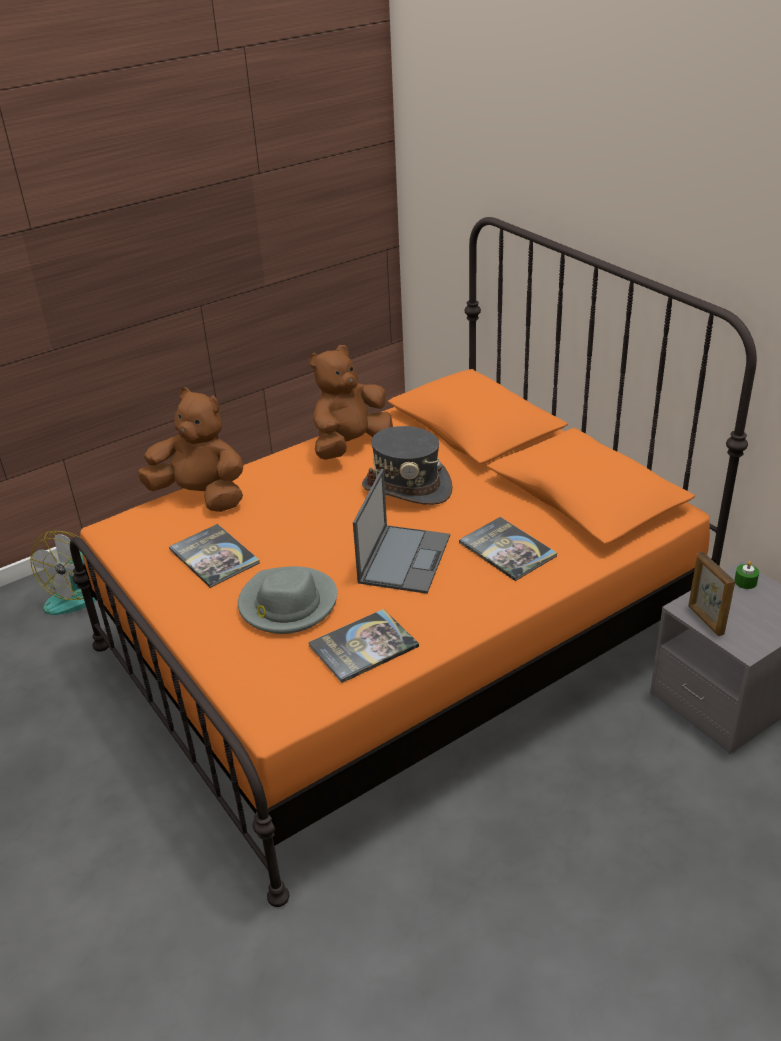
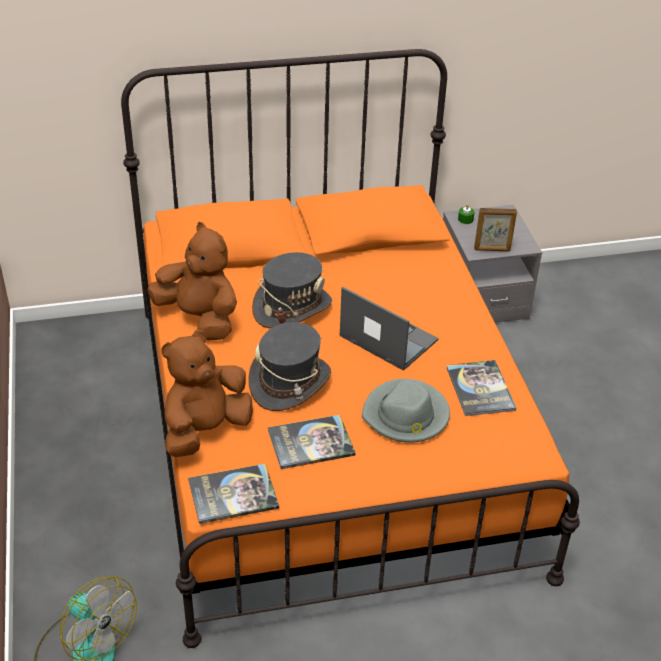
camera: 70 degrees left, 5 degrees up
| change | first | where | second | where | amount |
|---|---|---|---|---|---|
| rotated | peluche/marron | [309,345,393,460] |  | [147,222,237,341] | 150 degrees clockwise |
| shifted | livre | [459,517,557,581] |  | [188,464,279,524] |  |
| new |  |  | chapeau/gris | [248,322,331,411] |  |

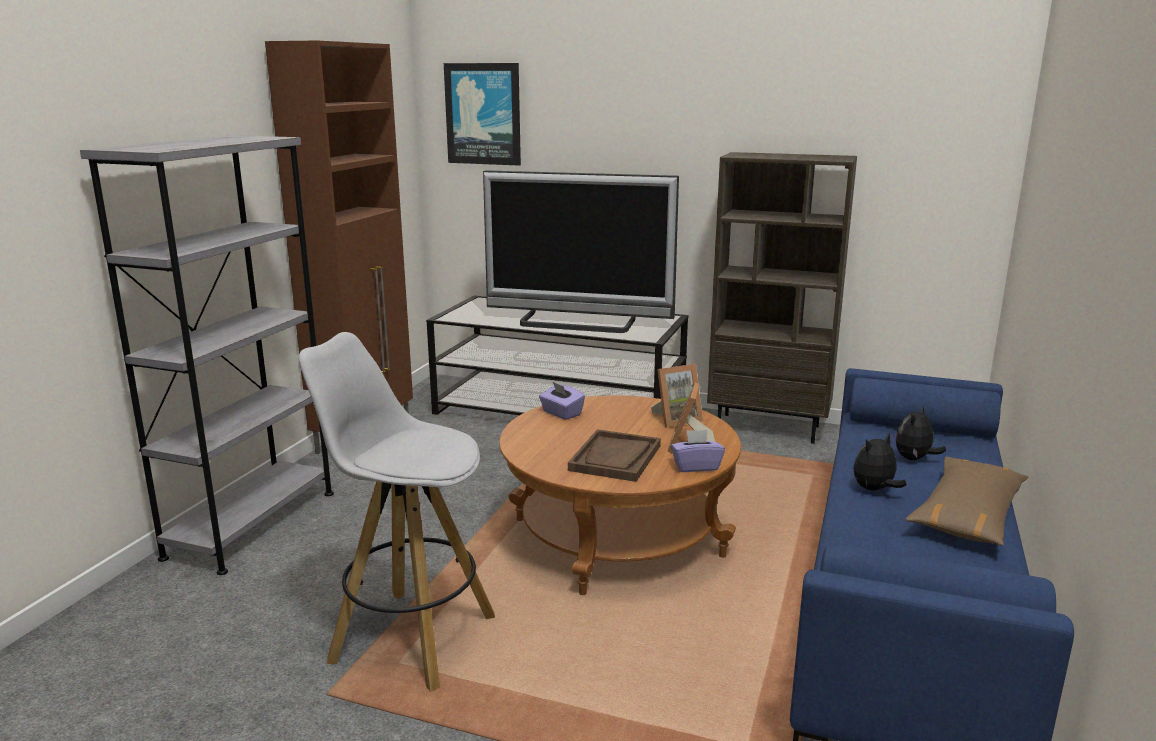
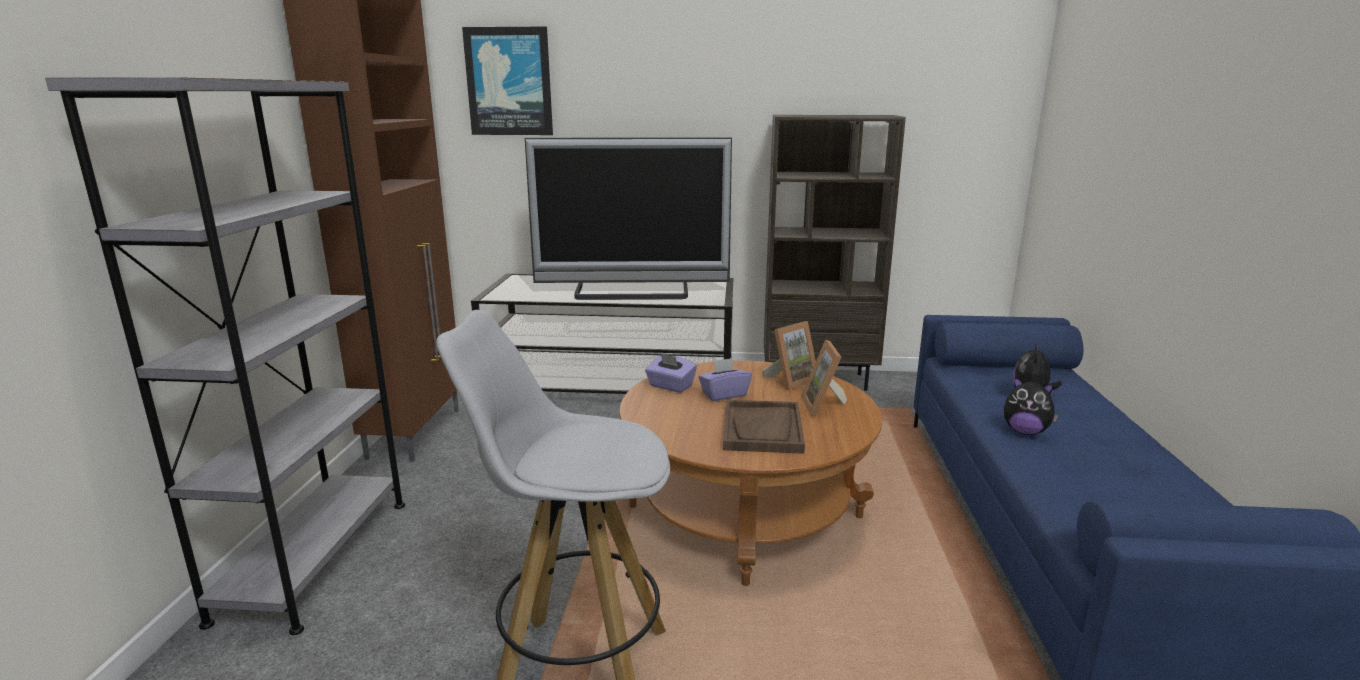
camera: 15 degrees left, 0 degrees up
| change | first | where | second | where | amount |
|---|---|---|---|---|---|
| shifted | boîte à mouchoirs/violet | [671,430,725,472] |  | [699,358,752,401] |  |
| rotated | peluche | [853,433,906,490] |  | [1004,376,1059,435] | 105 degrees counterclockwise |
| gone | coussin/marron | [906,456,1029,546] |  |  |  |

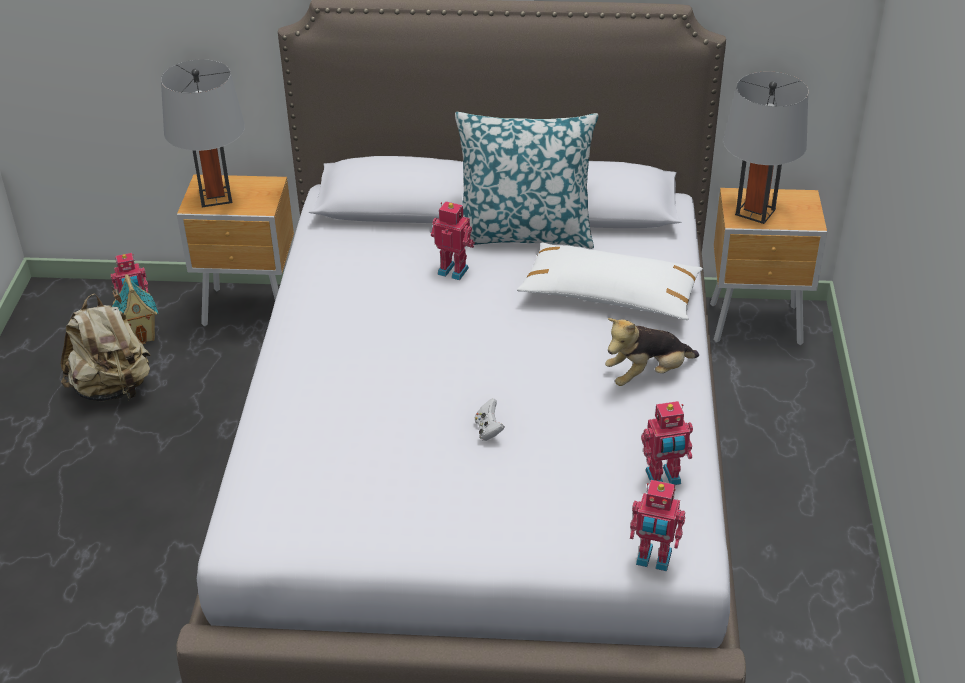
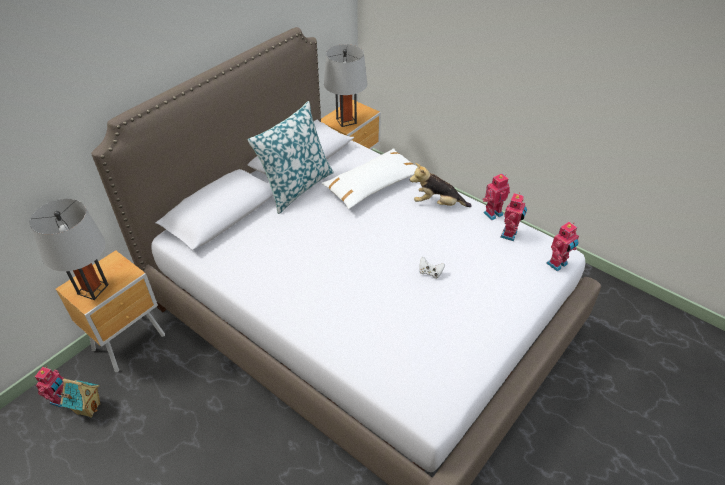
camera: 55 degrees left, 5 degrees up
| change | first | where | second | where | amount |
|---|---|---|---|---|---|
| shifted | robot jouet | [431,201,475,280] |  | [482,174,510,220] |  |
| gone | sac à dos/beige | [61,294,150,401] |  |  |  |
| rotated | peluche | [605,318,699,386] |  | [410,163,471,207] | 90 degrees clockwise |

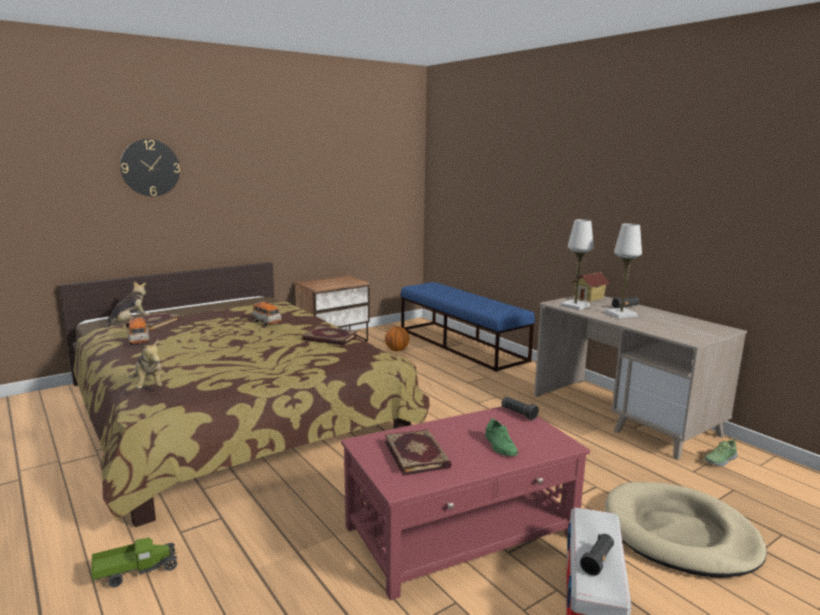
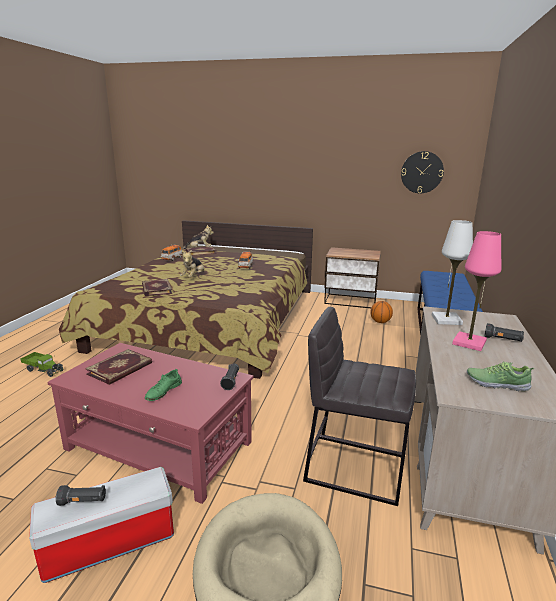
camera: 50 degrees right, 5 degrees up
| change | first | where | second | where | amount |
|---|---|---|---|---|---|
| shifted | horloge murale | [120,139,180,196] |  | [401,151,444,193] |  |
| repainted | lampe de table/blanc | [605,223,642,318] | lampe de table/rose | [452,231,501,351] |  |
| gone | maison miniature | [571,272,611,302] |  |  |  |
| shifted | livre | [302,326,358,345] |  | [142,279,172,296] |  |
| shifted | peluche | [129,340,162,389] |  | [180,250,204,278] |  |
| shifted | chaussure | [704,439,738,466] |  | [467,361,534,392] |  |
| new |  |  | tabouret/gris | [303,307,416,506] |  |

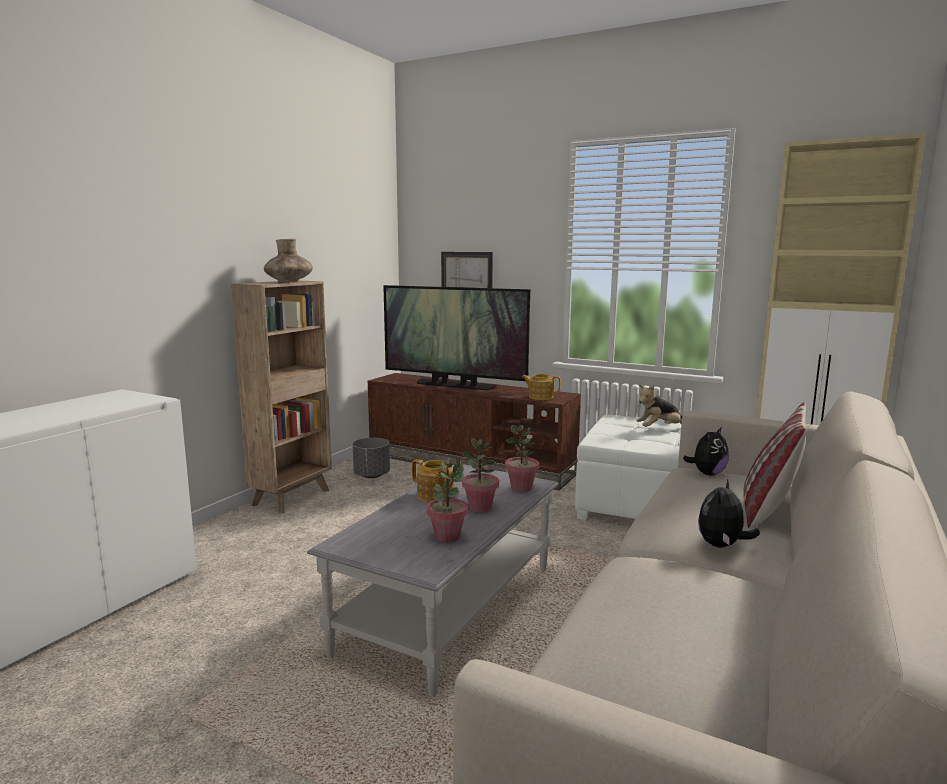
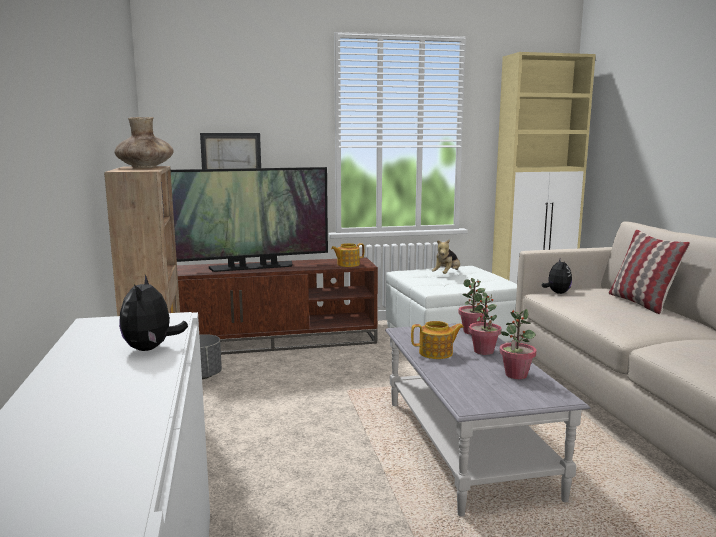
camera: 40 degrees left, 0 degrees up
| change | first | where | second | where | amount |
|---|---|---|---|---|---|
| shifted | peluche | [698,479,760,547] |  | [119,275,188,351] |  |

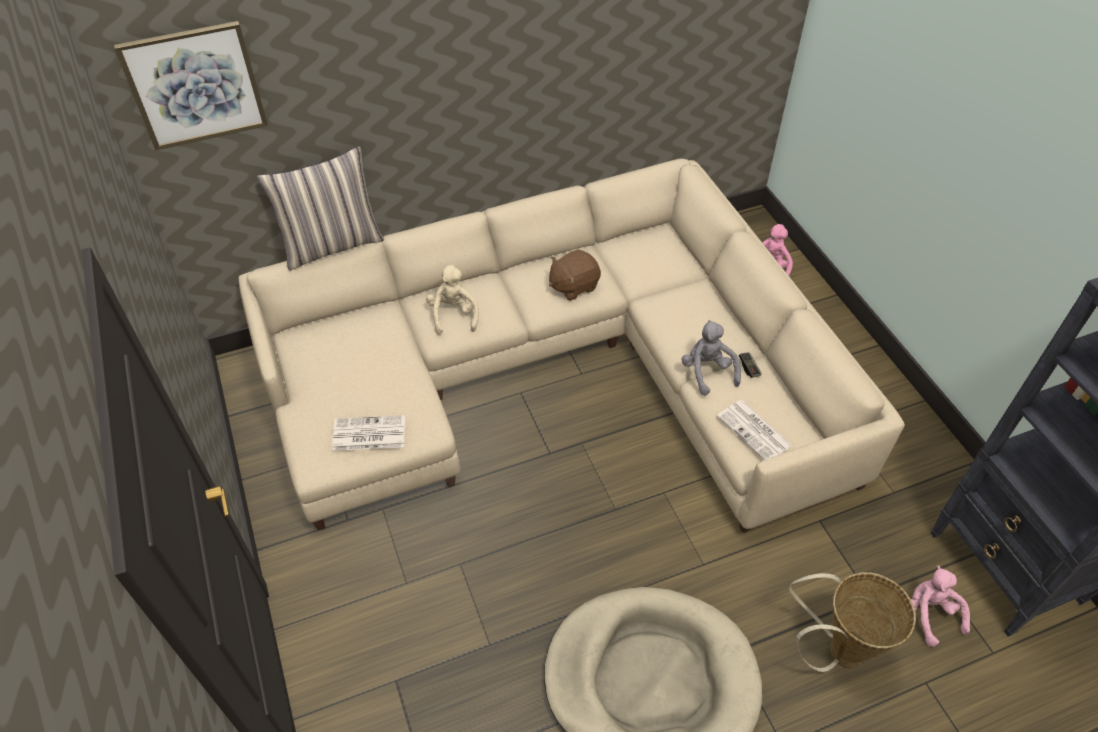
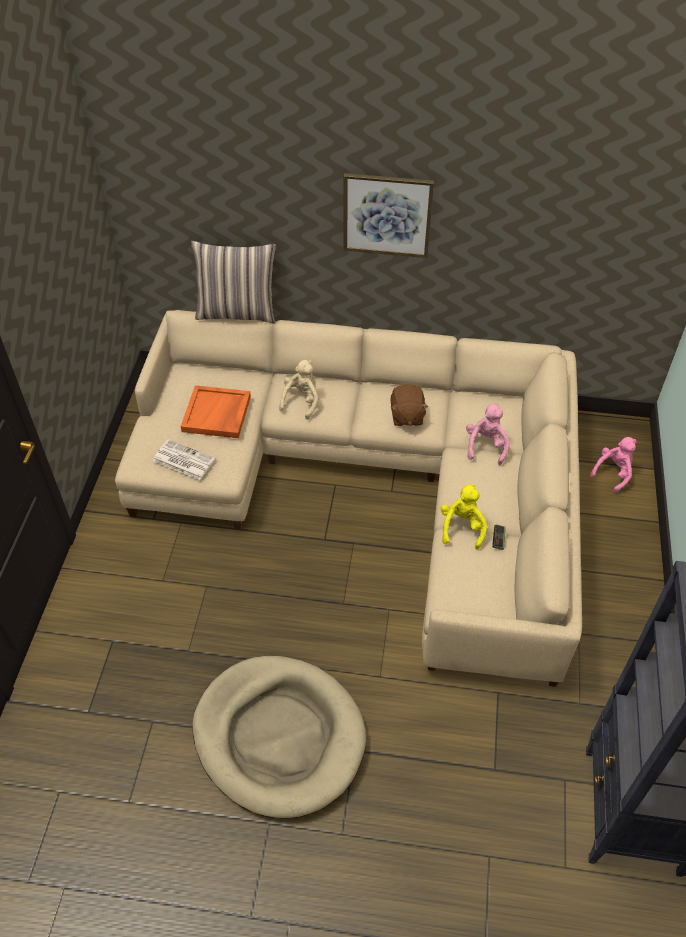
camera: 30 degrees right, 0 degrees up
| change | first | where | second | where | amount |
|---|---|---|---|---|---|
| shifted | tableau | [114,21,268,150] |  | [343,173,434,258] |  |
| rotated | peluche/marron | [549,249,601,301] |  | [391,384,429,426] | 90 degrees counterclockwise |
| repainted | peluche/gris | [681,320,741,396] | peluche/jaune | [440,484,487,550] |  |
| gone | journal | [717,400,793,460] |  |  |  |
| shifted | peluche/rose | [911,565,970,647] |  | [466,404,510,465] |  |
| gone | panier | [789,572,916,672] |  |  |  |
| new |  |  | plateau/orange | [181,385,251,438] |  |

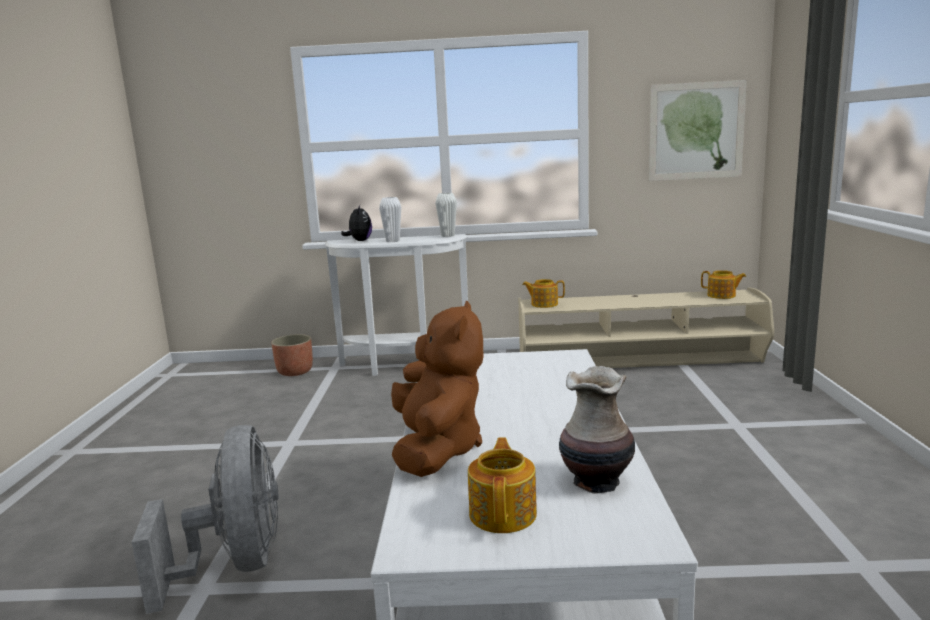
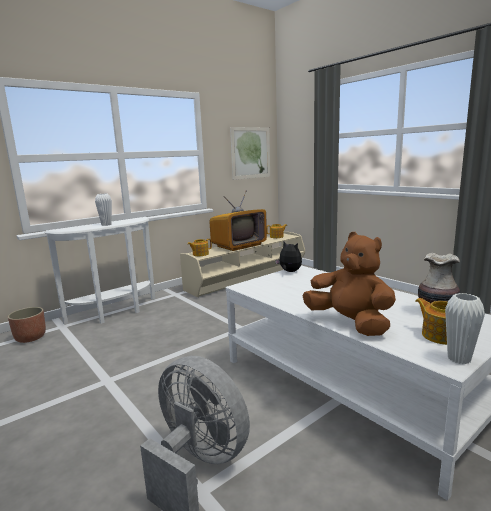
camera: 40 degrees left, 0 degrees up
| change | first | where | second | where | amount |
|---|---|---|---|---|---|
| shifted | vase/blanc | [435,193,457,237] |  | [445,293,485,364] |  |
| shifted | peluche | [341,205,372,241] |  | [275,241,302,272] |  |
| new |  |  | téléviseur | [210,190,267,251] |  |

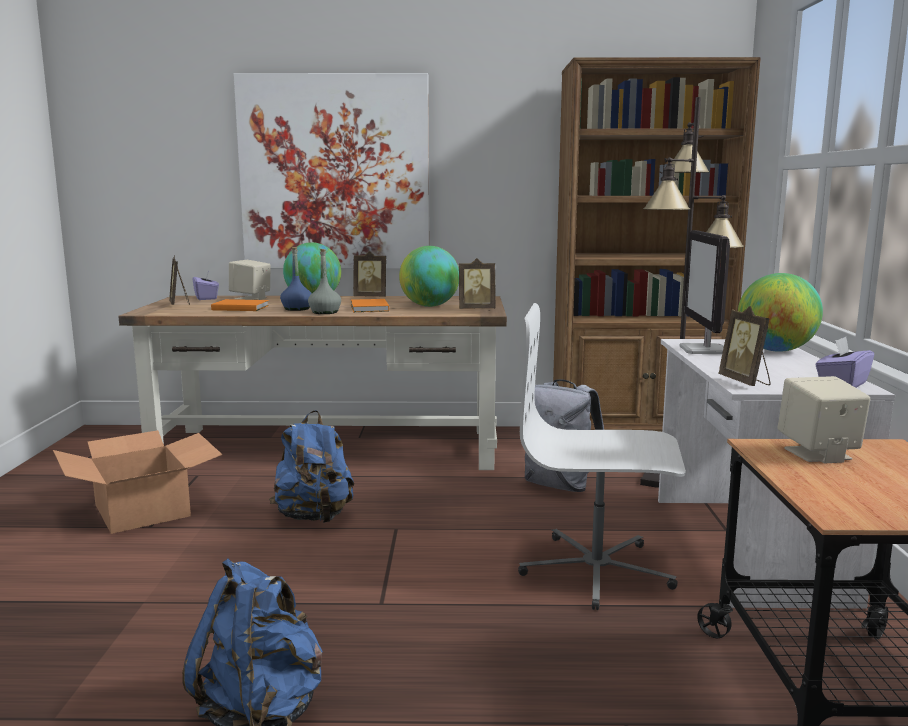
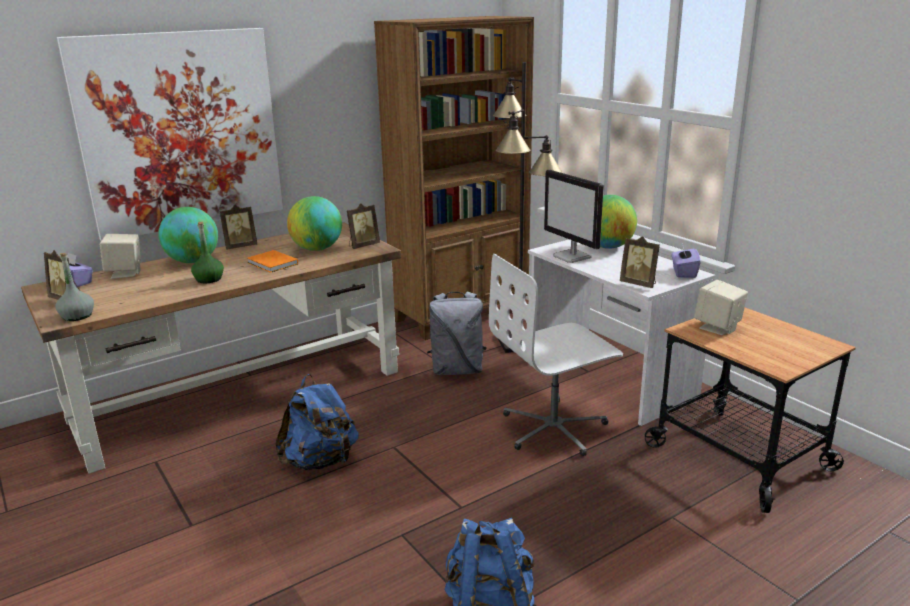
camera: 35 degrees left, 10 degrees up
| change | first | where | second | where | amount |
|---|---|---|---|---|---|
| repainted | bouteille/bleu | [280,247,312,311] | bouteille/vert | [191,222,224,283] |  |
| shifted | bouteille/gris | [308,249,341,314] |  | [55,253,94,321] |  |
| gone | livre/orange | [211,299,269,311] |  |  |  |
| gone | carton | [53,430,222,534] |  |  |  |

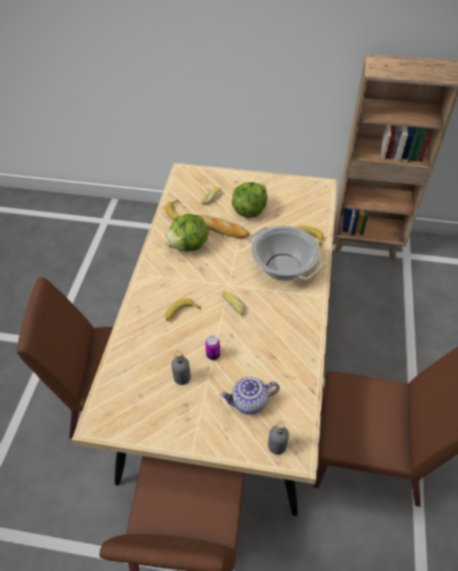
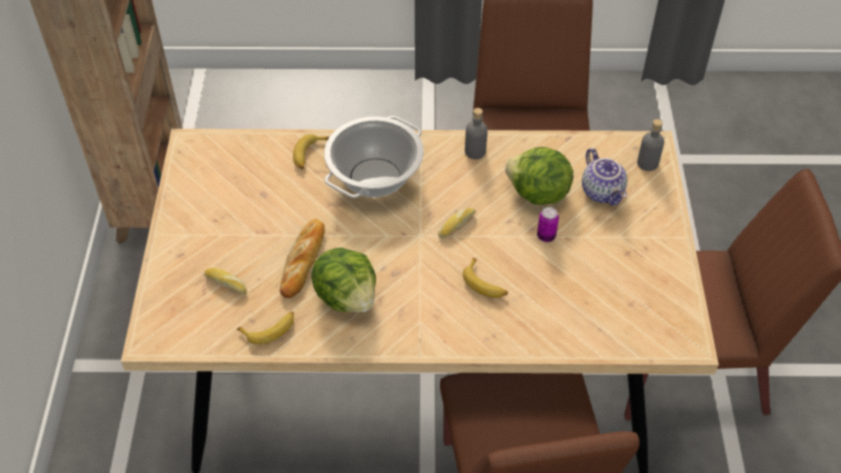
camera: 100 degrees left, 0 degrees up
| change | first | where | second | where | amount |
|---|---|---|---|---|---|
| shifted | laitue | [232,182,267,218] |  | [505,147,573,205] |  |
| shifted | bouteille/gris | [171,350,191,385] |  | [465,108,488,159] |  |

